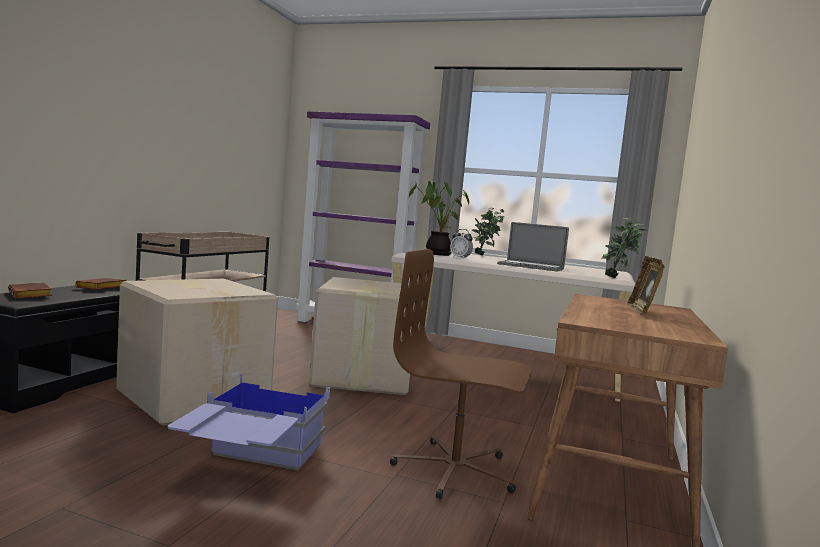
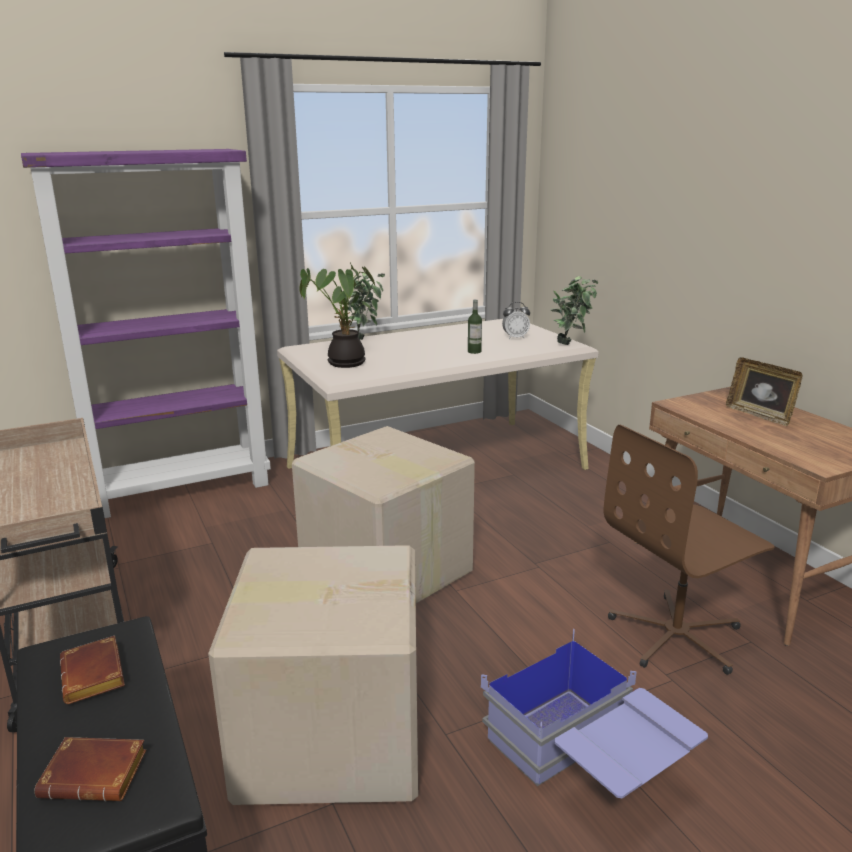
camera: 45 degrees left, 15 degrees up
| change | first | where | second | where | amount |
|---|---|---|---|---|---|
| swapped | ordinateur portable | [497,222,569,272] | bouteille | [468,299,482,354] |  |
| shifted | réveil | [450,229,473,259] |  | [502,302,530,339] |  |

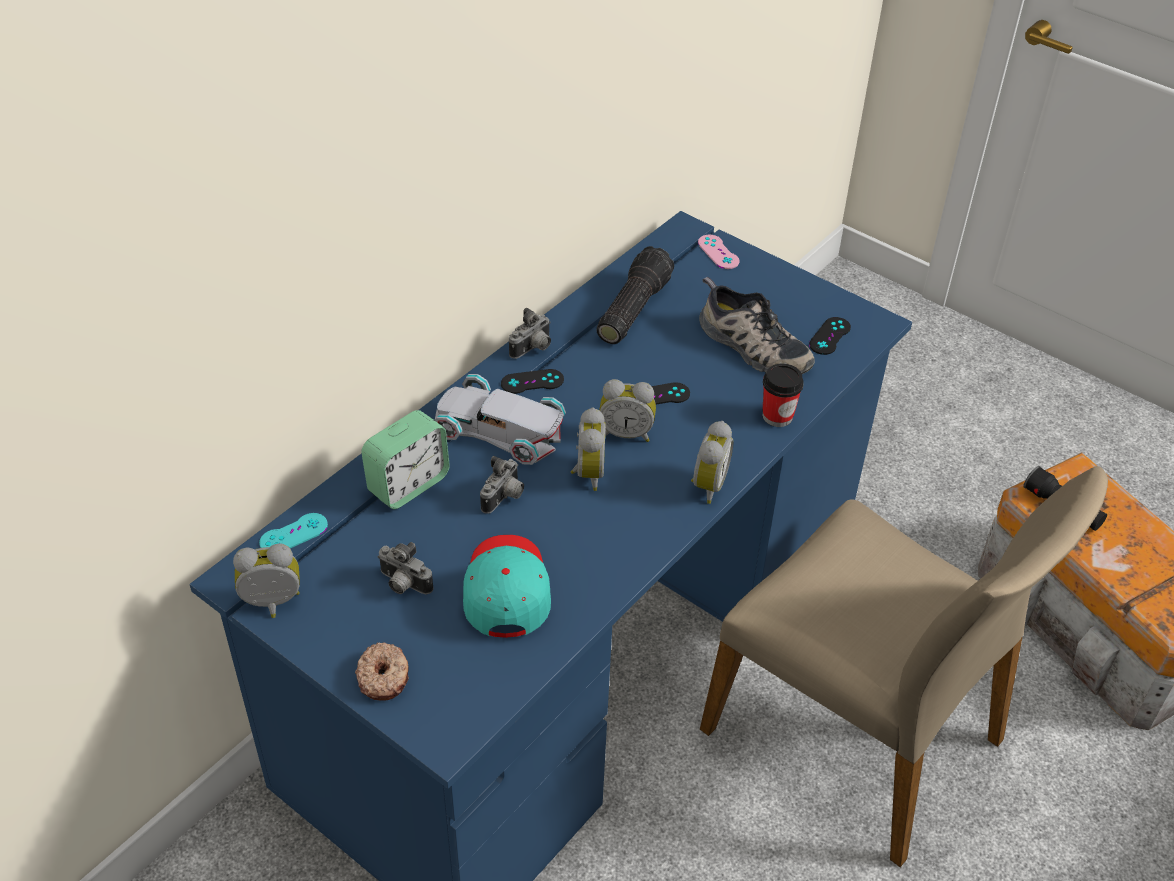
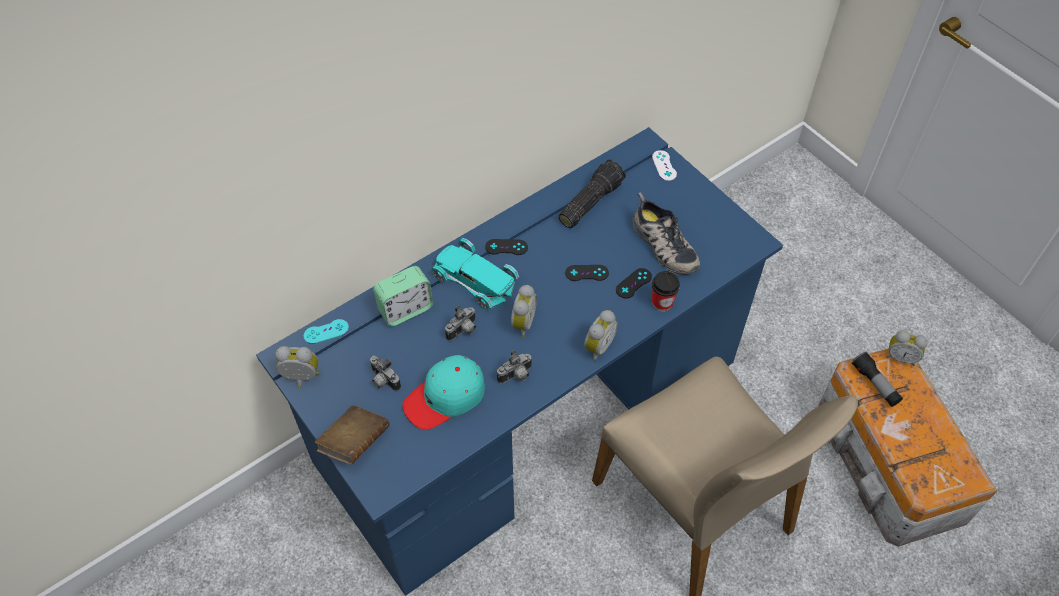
camera: 15 degrees right, 10 degrees up
| change | first | where | second | where | amount |
|---|---|---|---|---|---|
| repainted | manette/rose | [698,235,740,269] | manette/blanc | [652,150,677,181] |  |
| shifted | appareil photo | [509,308,551,359] |  | [497,350,533,383] |  |
| shifted | manette/noir | [809,317,851,355] |  | [616,268,652,299] |  |
| repainted | petite voiture/blanc | [435,374,566,465] | petite voiture/turquoise | [431,238,519,310] |  |
| shifted | réveil | [599,379,656,442] |  | [886,330,928,366] |  |
| rotated | casquette/turquoise | [463,535,551,638] |  | [403,355,485,430] | 135 degrees counterclockwise |
| swapped | beignet | [355,642,409,701] | livre/marron | [315,405,390,464] |  |

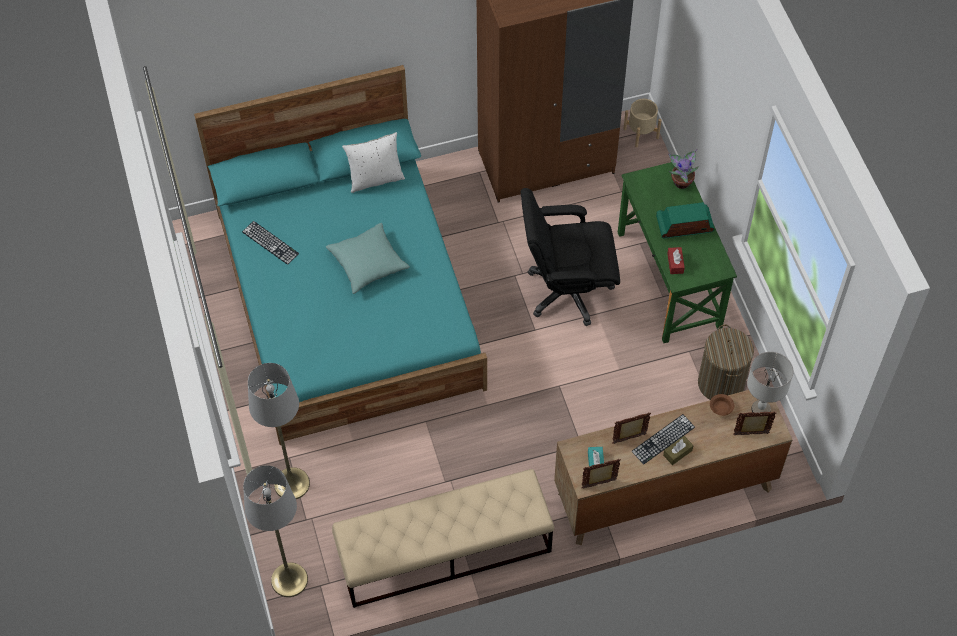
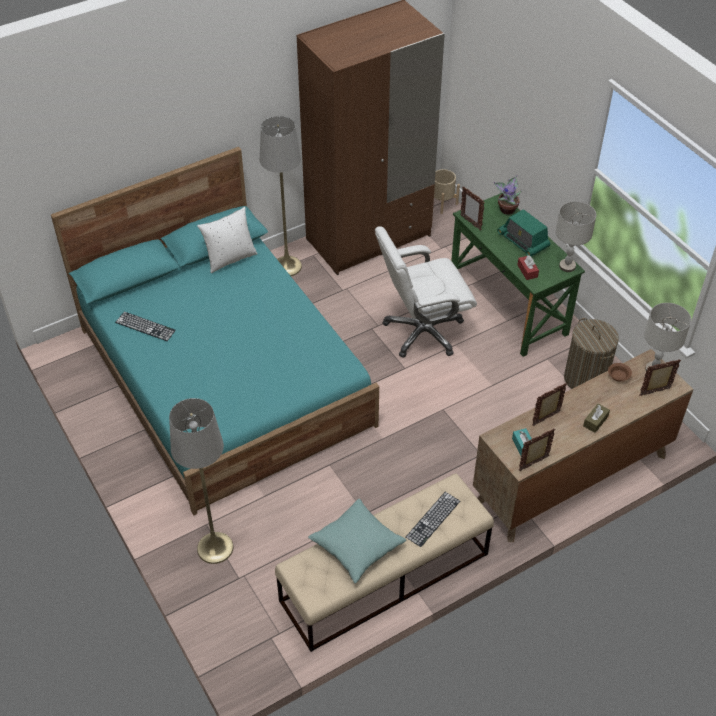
camera: 15 degrees left, 10 degrees down
| change | first | where | second | where | amount |
|---|---|---|---|---|---|
| repainted | chaise de bureau/noir | [521,188,620,326] | chaise de bureau/blanc | [375,226,477,358] |  |
| rotated | radio | [656,202,715,239] |  | [497,209,550,257] | 105 degrees counterclockwise |
| shifted | coussin/turquoise | [326,223,410,294] |  | [308,499,406,584] |  |
| shifted | clavier | [631,414,695,464] |  | [406,492,460,547] |  |
| shifted | lampadaire/gris | [243,465,308,597] |  | [260,116,302,276] |  |
| new |  |  | cadre photo | [460,187,485,230] |  |
| new |  |  | lampe de table/gris | [556,201,596,272] |  |

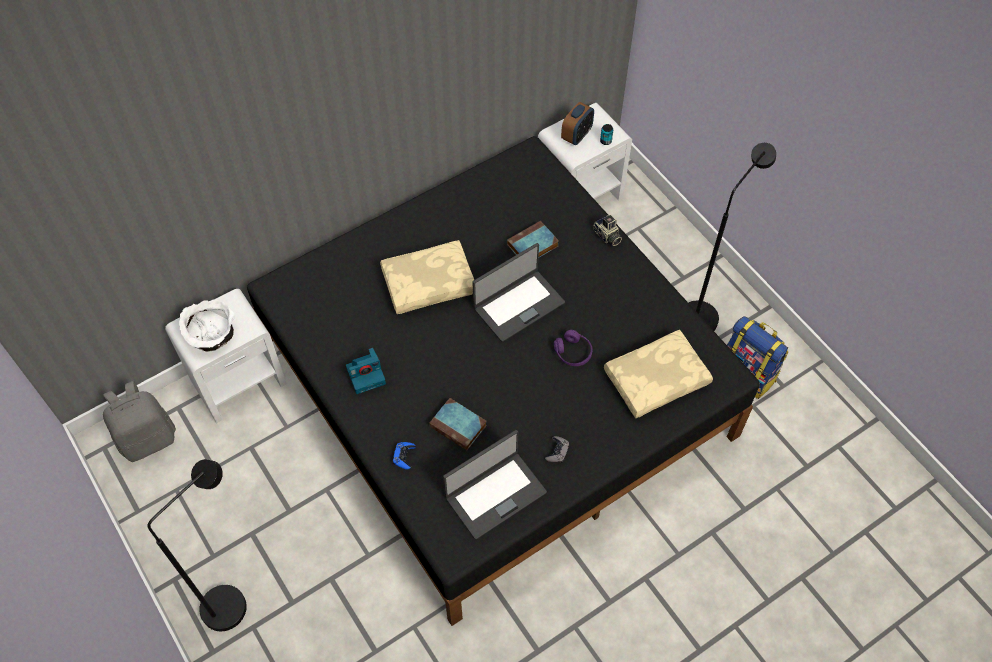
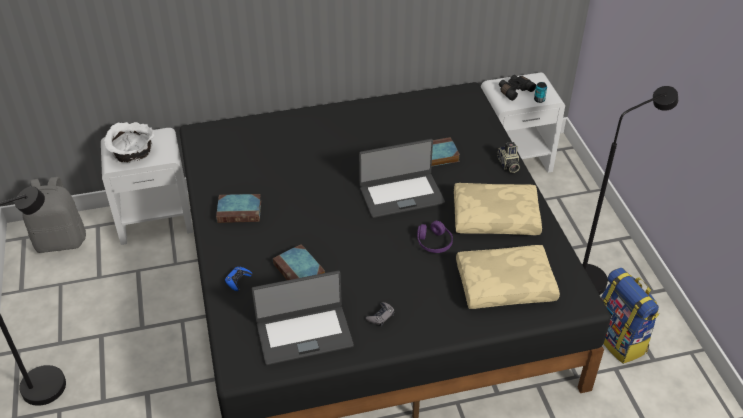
camera: 20 degrees right, 15 degrees down
| change | first | where | second | where | amount |
|---|---|---|---|---|---|
| swapped | réveil | [561,102,594,145] | jumelles/noir | [499,75,536,101] |  |
| shifted | coussin/beige | [380,240,474,314] |  | [454,183,542,235] |  |
| swapped | appareil photo | [346,348,386,394] | livre | [216,194,261,223] |  |

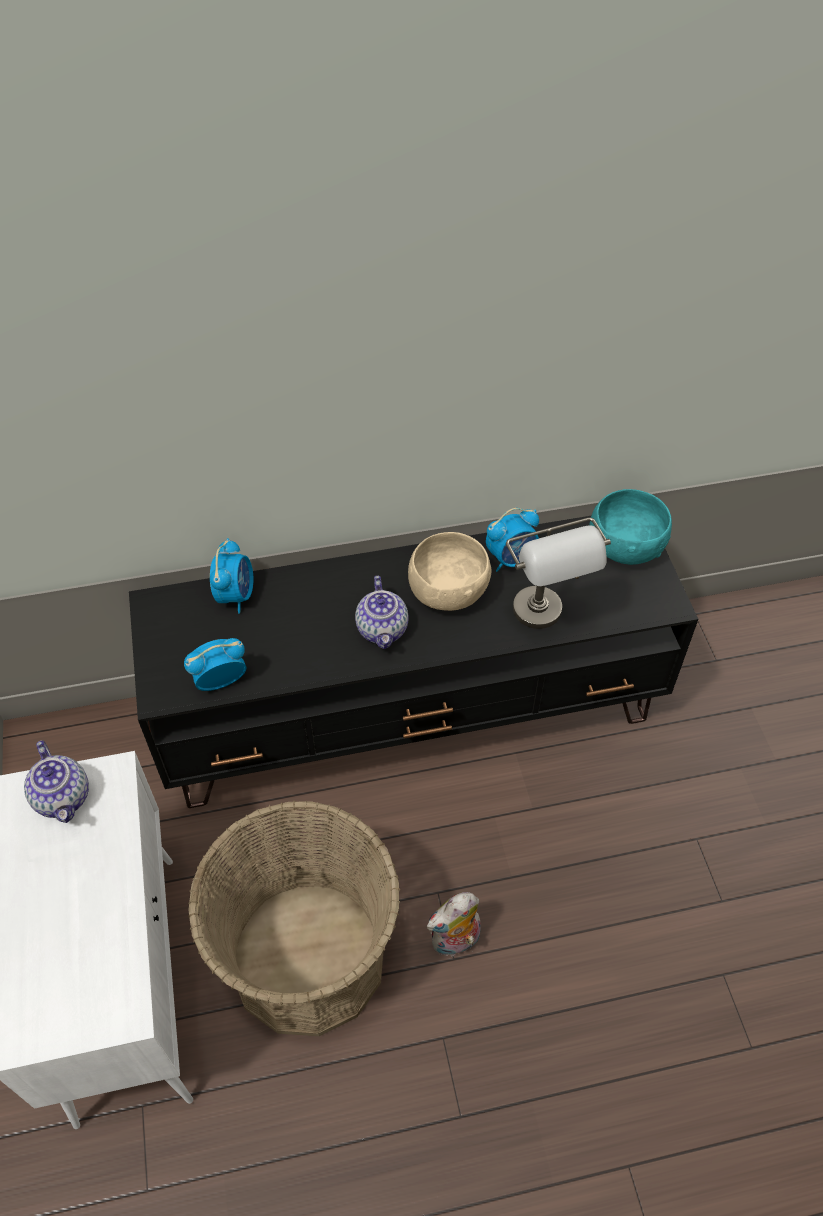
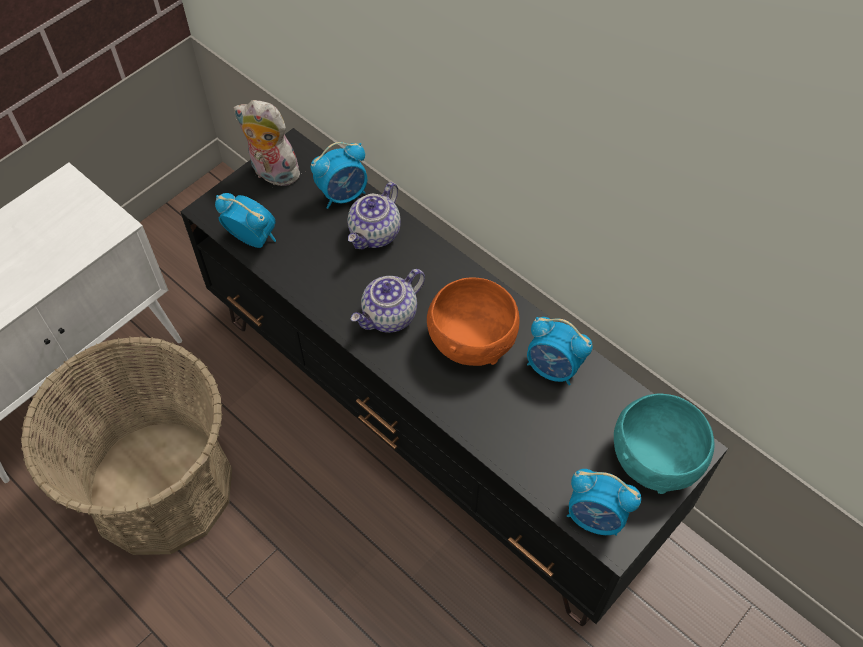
camera: 55 degrees right, 5 degrees up
| change | first | where | second | where | amount |
|---|---|---|---|---|---|
| gone | lampe de table/gris | [506,517,611,629] |  |  |  |
| repainted | bol/beige | [408,532,492,611] | bol/orange | [427,278,520,366] |  |
| shifted | théière | [24,740,89,823] |  | [347,182,401,249] |  |
| shifted | peluche | [427,892,481,958] |  | [234,100,302,186] |  |
| new |  |  | réveil | [567,469,641,536] |  |

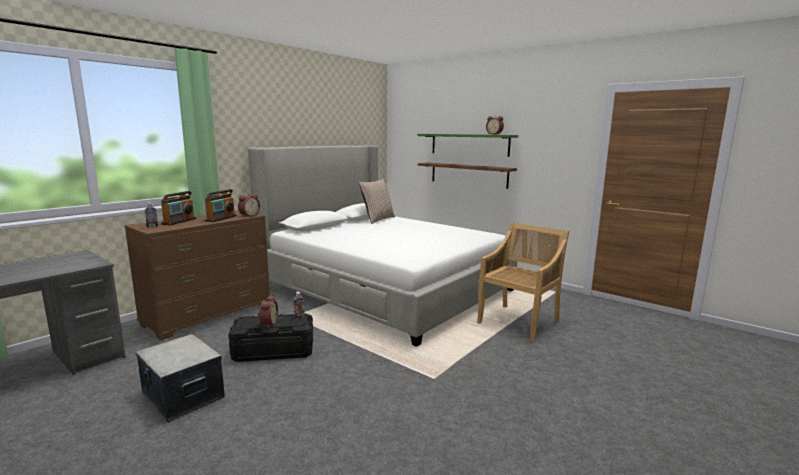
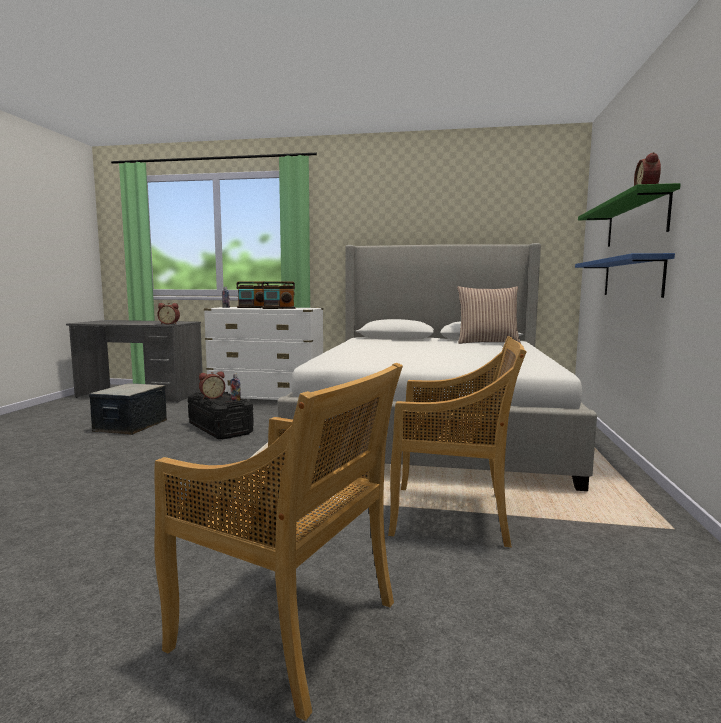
camera: 60 degrees right, 5 degrees down
| change | first | where | second | where | amount |
|---|---|---|---|---|---|
| repainted | étagère/marron | [418,163,517,189] | étagère/bleu | [575,253,675,298] |  |
| shifted | réveil | [238,194,260,217] |  | [158,303,180,324] |  |
| repainted | commode/marron | [124,210,270,340] | commode/blanc | [204,307,323,400] |  |
| new |  |  | chaise/beige | [154,363,403,721] |  |

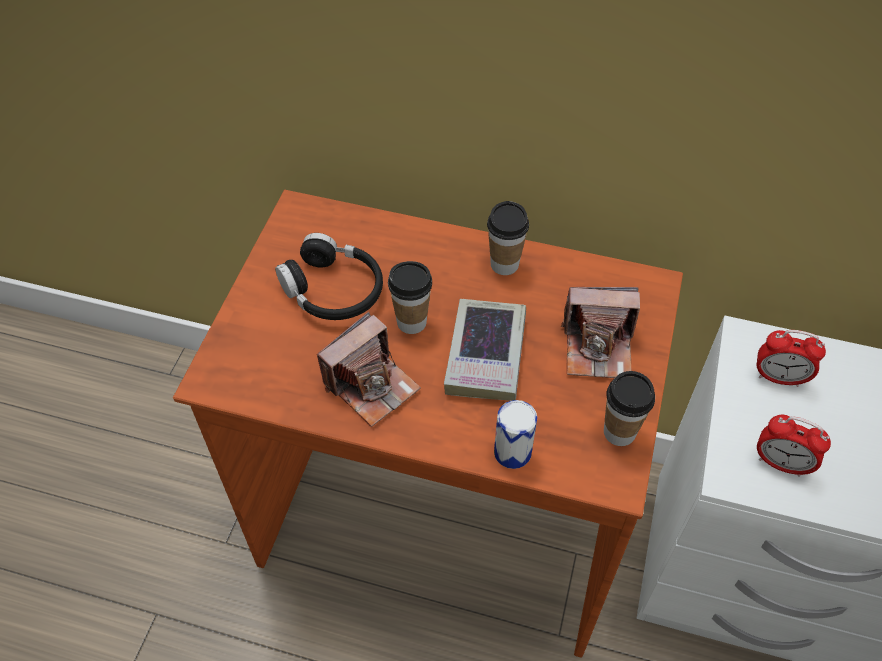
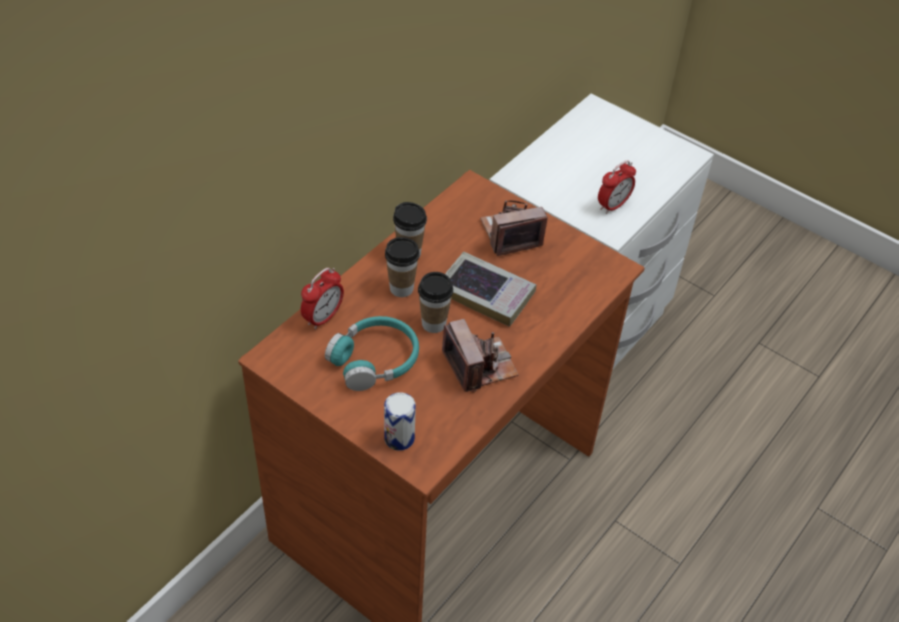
camera: 70 degrees left, 5 degrees down
| change | first | where | second | where | amount |
|---|---|---|---|---|---|
| repainted | casque audio/noir | [275,233,383,320] | casque audio/turquoise | [325,316,419,391] |  |
| rotated | appareil photo | [561,287,640,378] |  | [480,201,548,256] | 135 degrees counterclockwise |
| shifted | réveil | [757,330,826,387] |  | [301,268,344,330] |  |
| shifted | tasse | [604,371,655,446] |  | [385,237,419,297] |  |
| shifted | boîte métallique | [494,400,537,469] |  | [384,392,416,451] |  |

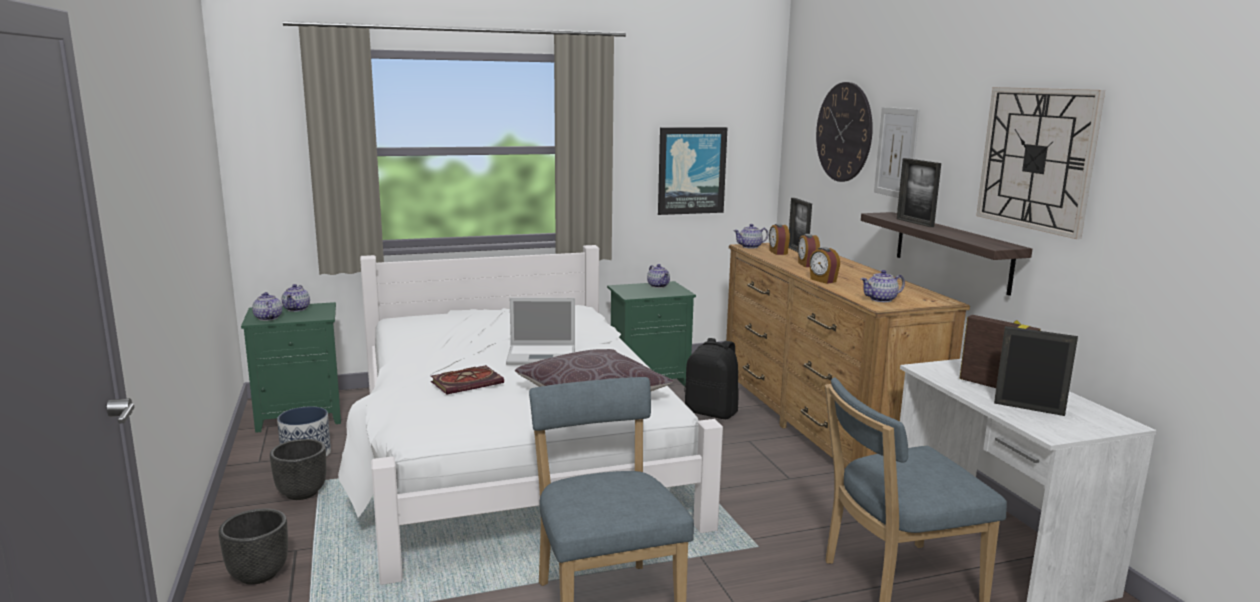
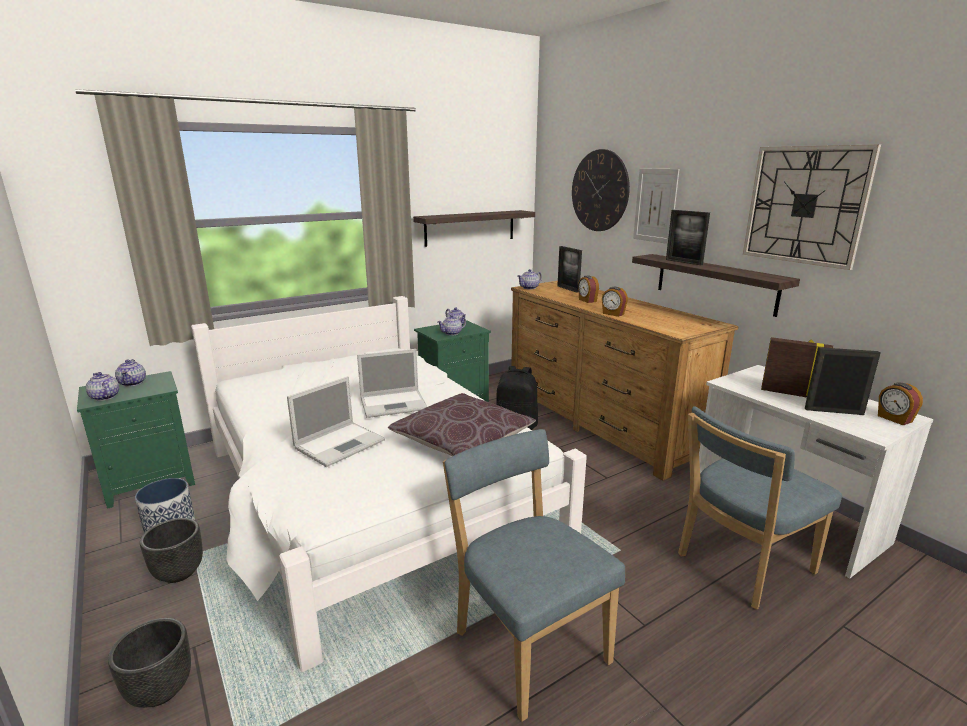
camera: 15 degrees left, 5 degrees up
| change | first | where | second | where | amount |
|---|---|---|---|---|---|
| swapped | tableau | [658,127,728,215] | étagère | [413,210,535,247] |  |
| shifted | réveil | [769,223,790,255] |  | [878,383,923,425] |  |
| shifted | théière | [861,270,905,302] |  | [437,315,466,336] |  |
| swapped | livre | [431,365,504,395] | ordinateur portable | [287,376,385,467] |  |

